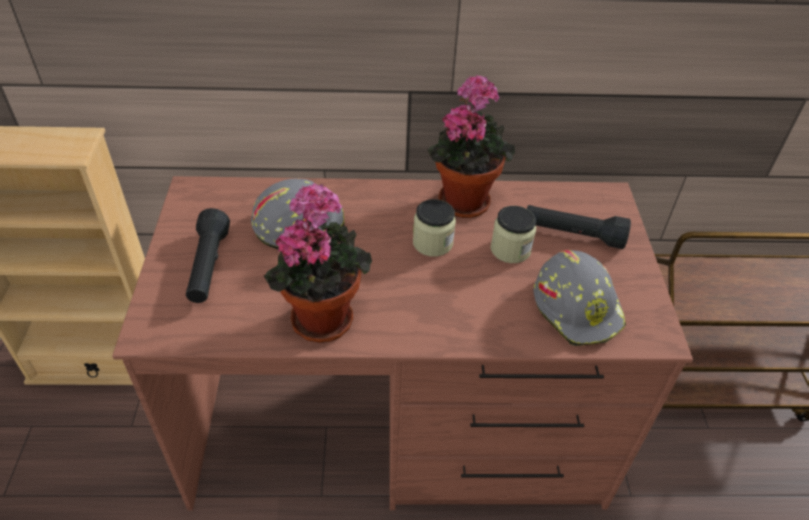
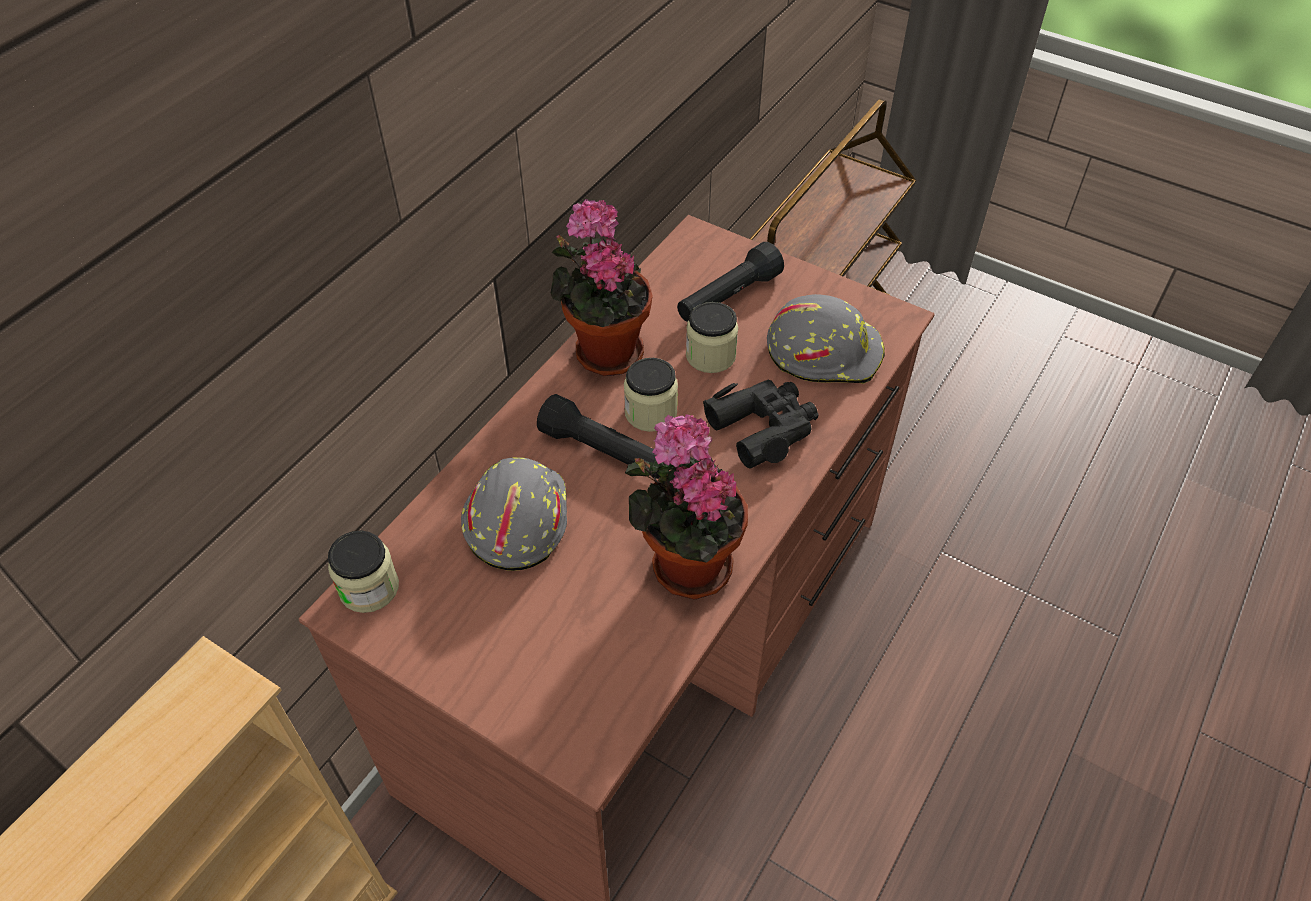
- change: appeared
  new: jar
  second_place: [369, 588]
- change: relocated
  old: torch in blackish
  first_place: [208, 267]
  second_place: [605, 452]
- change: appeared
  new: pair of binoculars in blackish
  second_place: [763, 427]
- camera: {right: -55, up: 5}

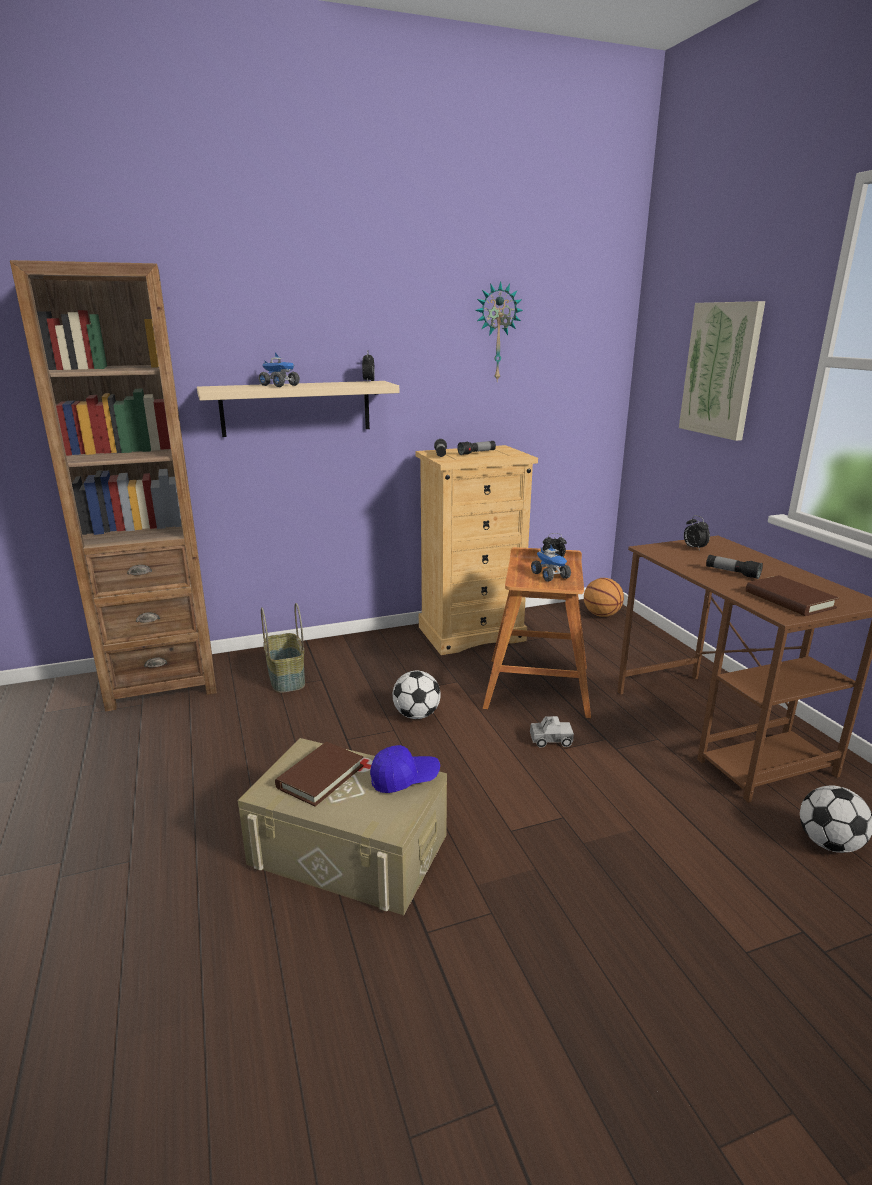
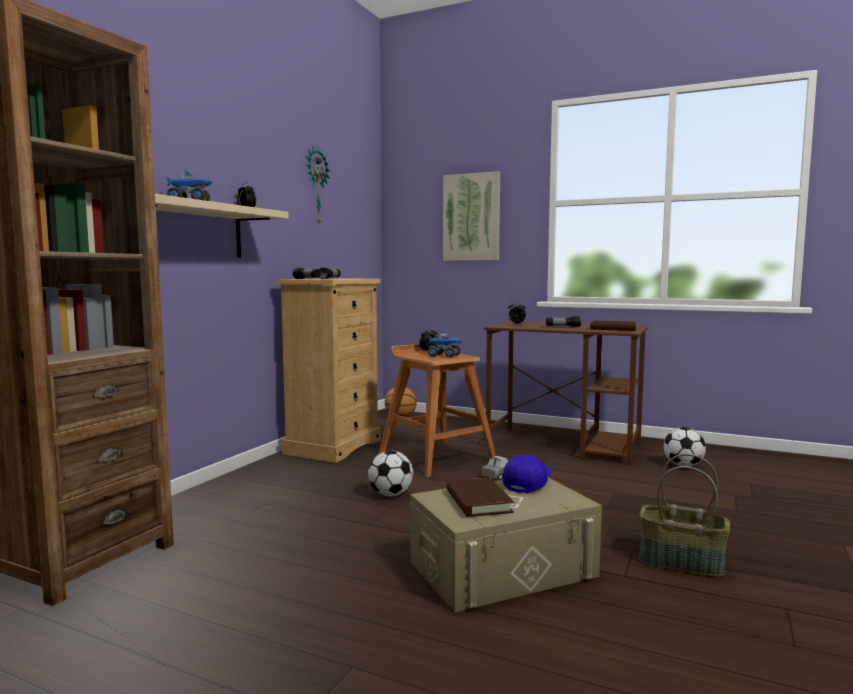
- change: relocated
  old: storage basket
  first_place: [285, 677]
  second_place: [680, 562]
- camera: {right: -45, up: -15}

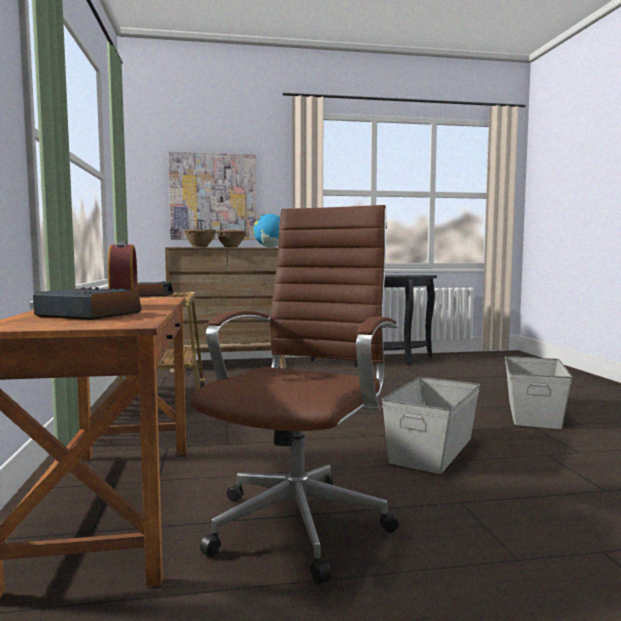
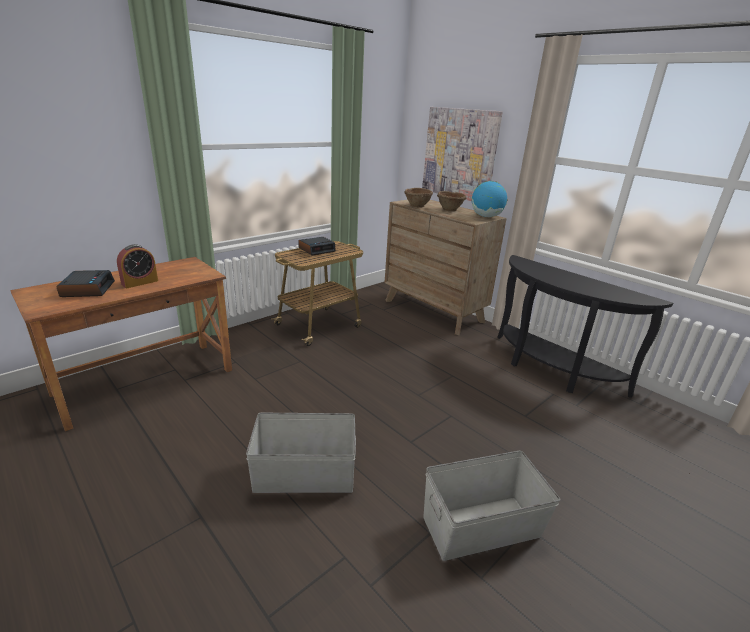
- change: missing
  old: desk chair in brown-coloured
  first_place: [301, 522]
- camera: {right: 55, up: 20}

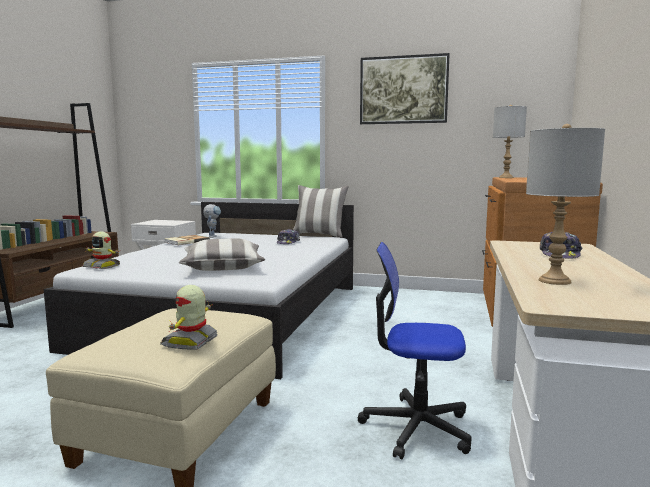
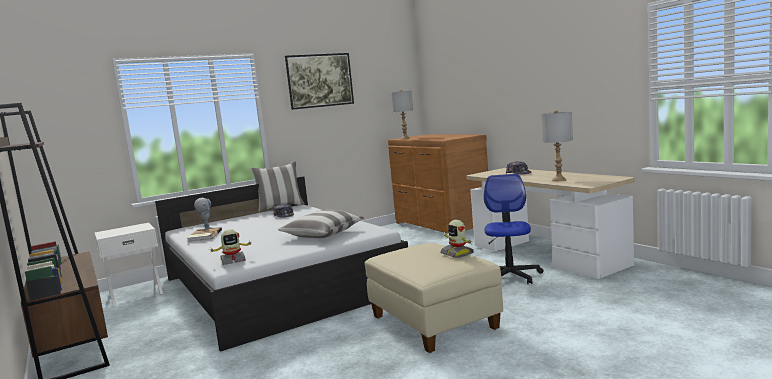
- change: spun
  old: desk chair
  first_place: [416, 427]
  second_place: [510, 276]
  degrees: 135
- camera: {right: -45, up: 0}

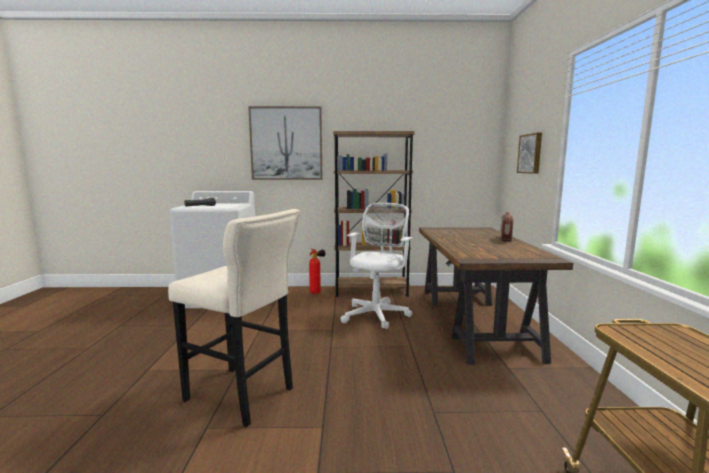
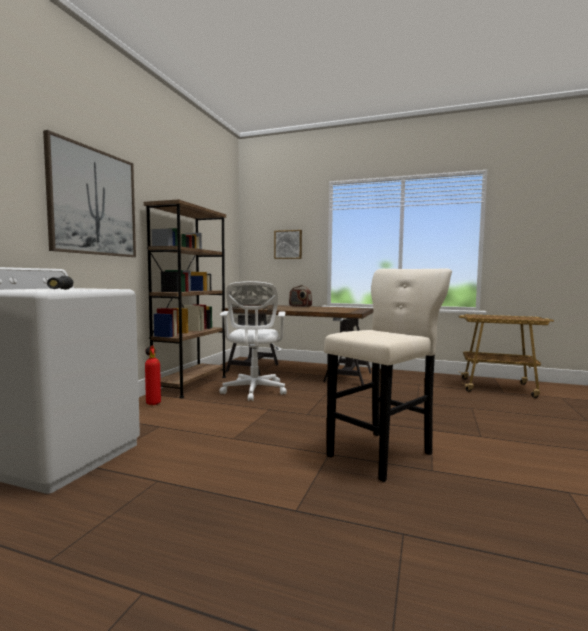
- change: spun
  old: desk chair in white-coloured
  first_place: [377, 314]
  second_place: [254, 391]
  degrees: -135
- camera: {right: -70, up: -5}

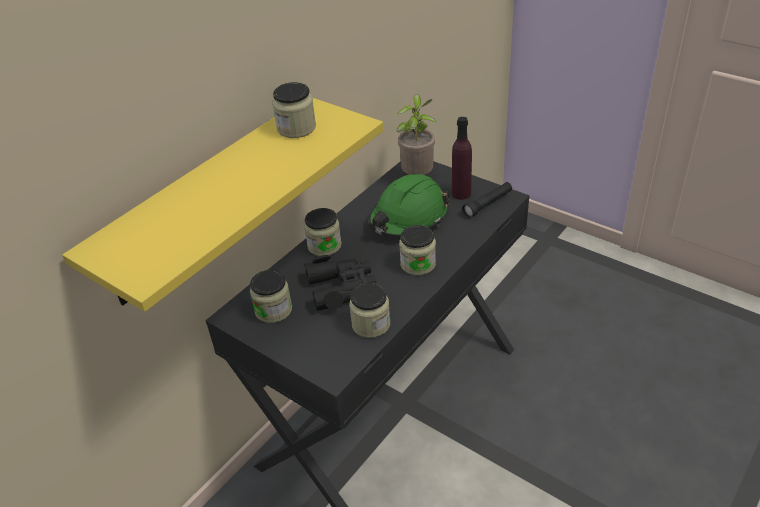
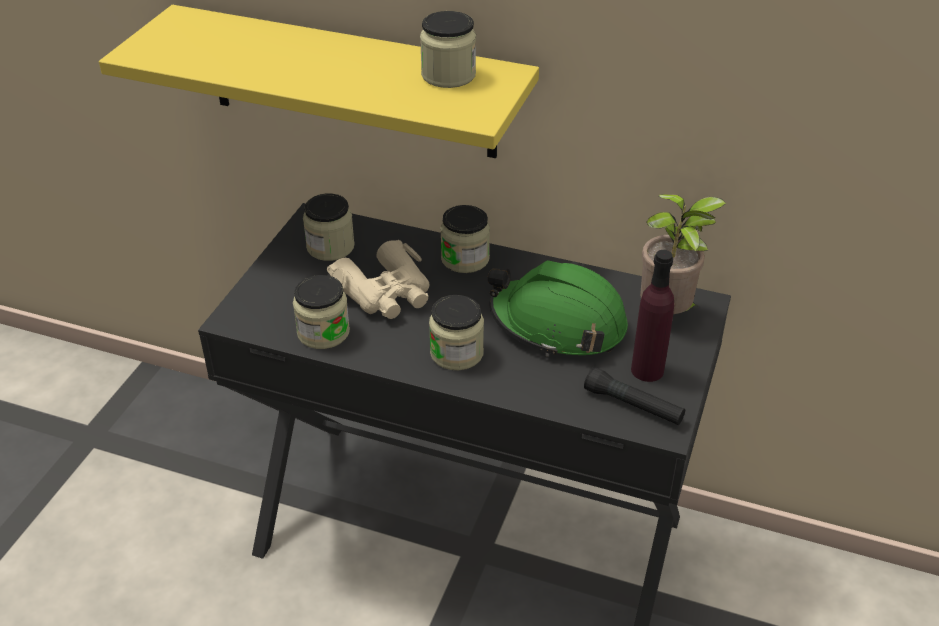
- change: colour
  old: pair of binoculars in blackish
  new: pair of binoculars in sand-coloured
  first_place: [341, 288]
  second_place: [385, 292]
- camera: {right: 70, up: 0}

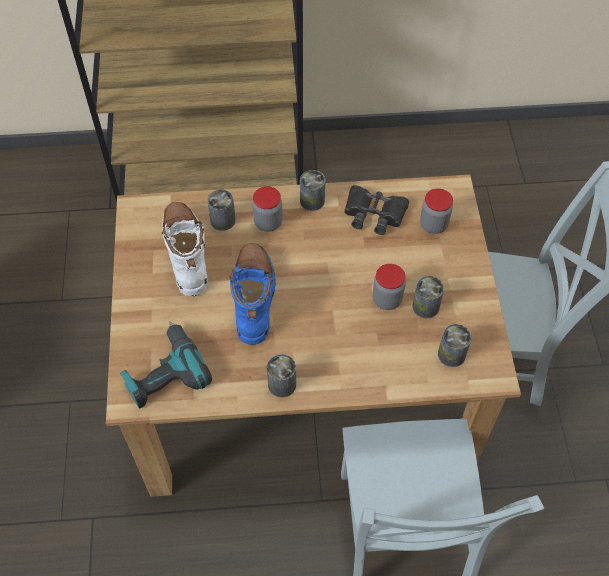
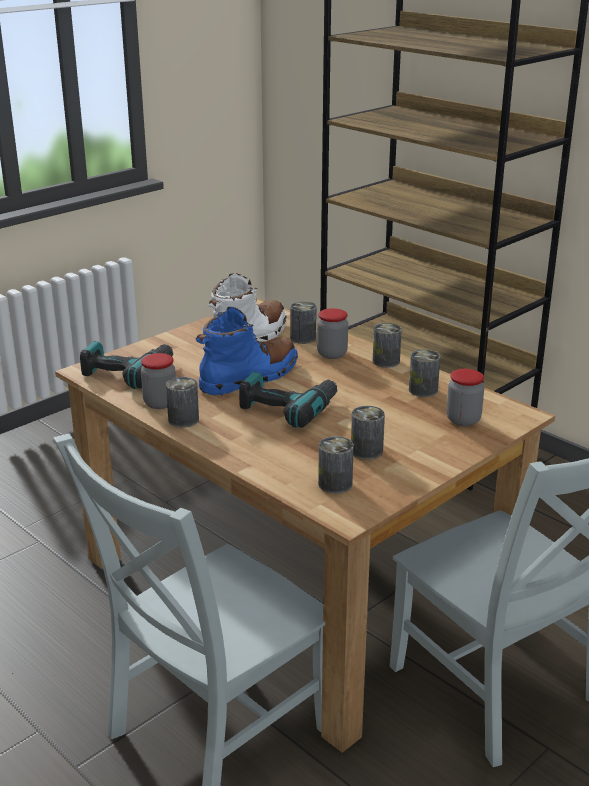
- change: relocated
  old: jar
  first_place: [387, 299]
  second_place: [160, 403]
- change: appeared
  new: electric drill
  second_place: [288, 408]
- change: exchanged
  old: pair of binoculars in blackish
  new: sealed can
  first_place: [374, 213]
  second_place: [423, 390]
- camera: {right: 50, up: -30}

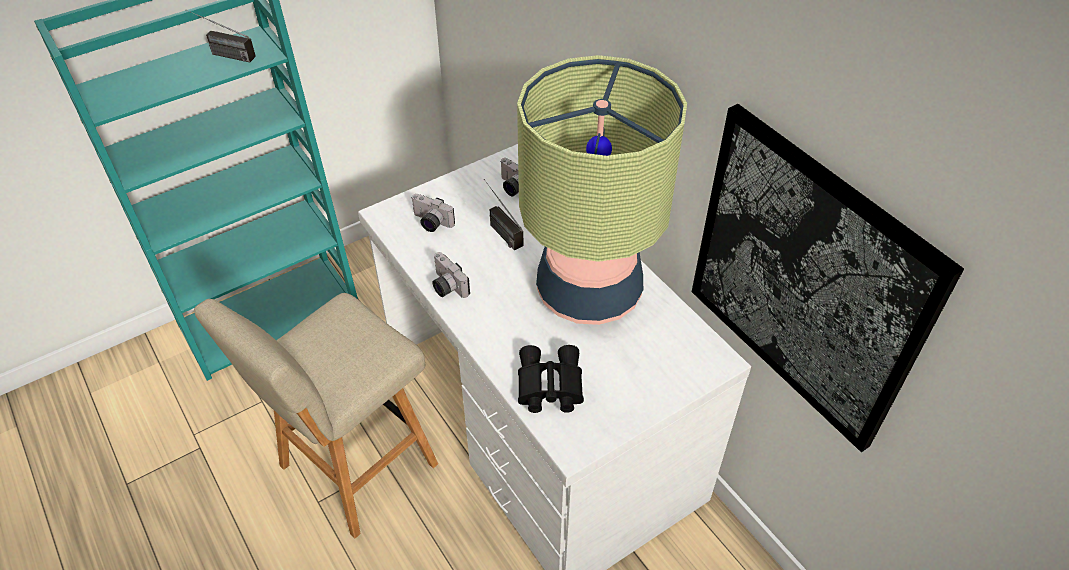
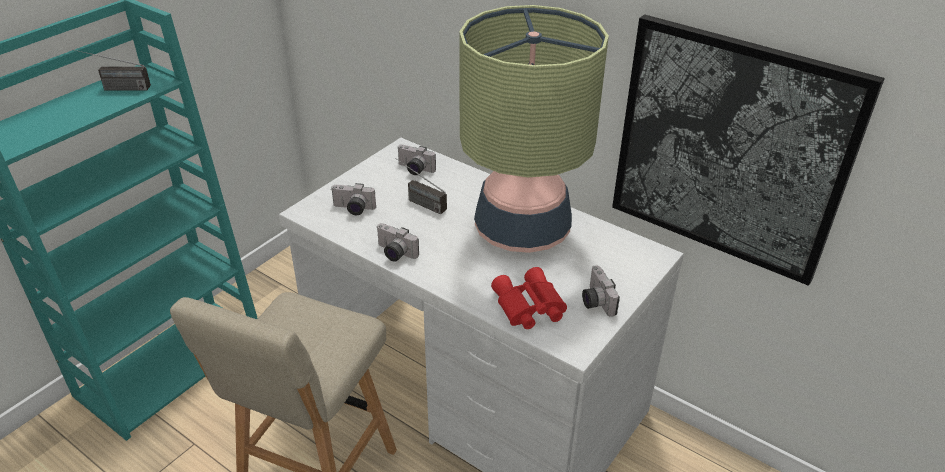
- change: colour
  old: pair of binoculars in blackish
  new: pair of binoculars in red-coloured
  first_place: [548, 386]
  second_place: [528, 307]
- change: appeared
  new: still camera
  second_place: [595, 301]
- camera: {right: -20, up: -10}

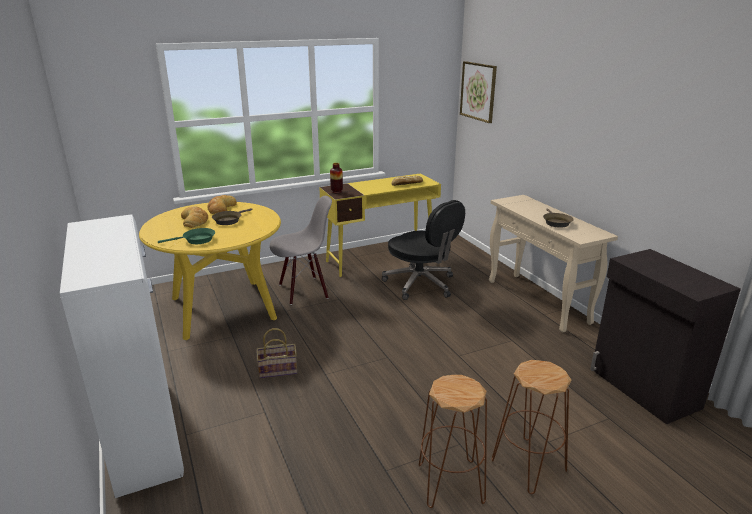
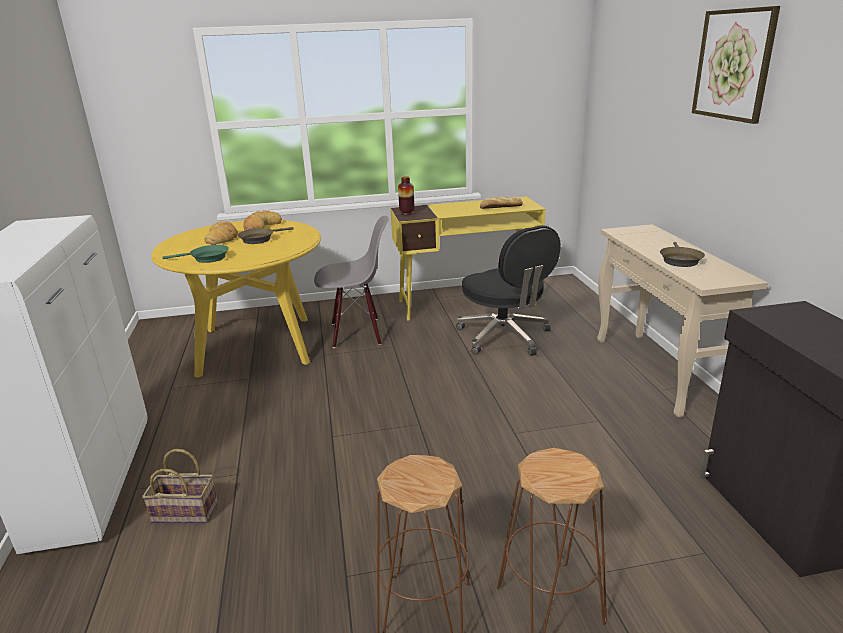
- change: relocated
  old: storage basket
  first_place: [279, 369]
  second_place: [187, 511]
- change: relocated
  old: wall art
  first_place: [478, 91]
  second_place: [733, 65]
- camera: {right: 15, up: 0}

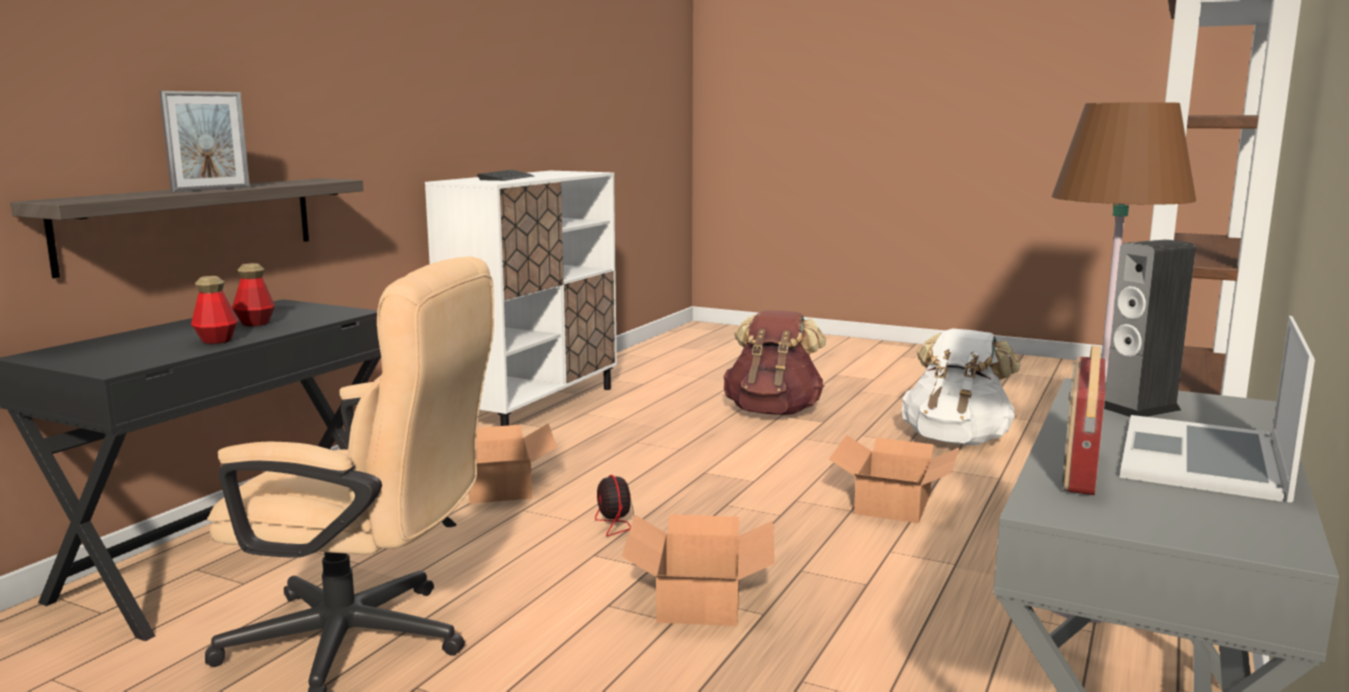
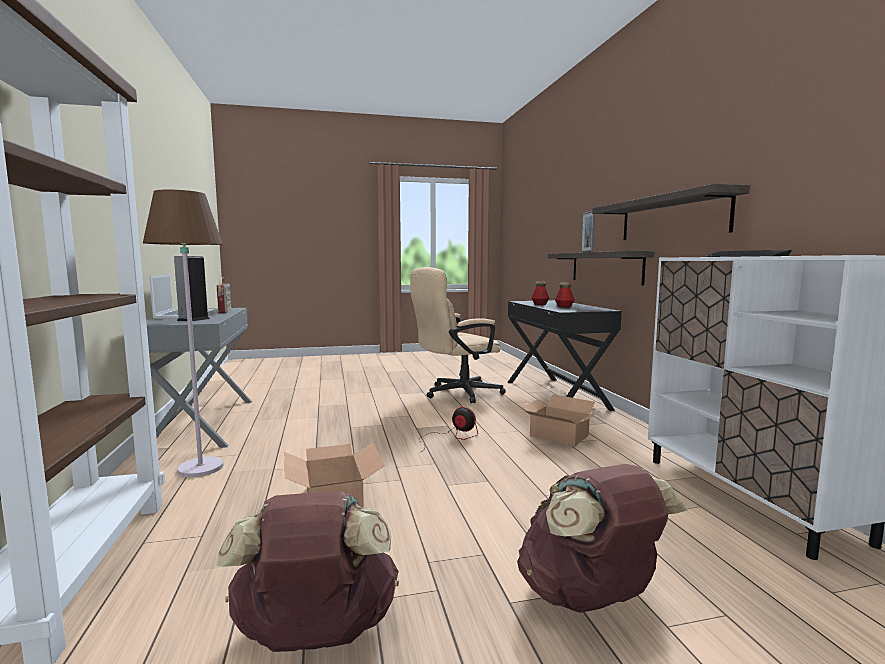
- change: colour
  old: rucksack in white-coloured
  new: rucksack in brown-coloured
  first_place: [956, 440]
  second_place: [315, 636]
- change: appeared
  new: wall shelf
  second_place: [671, 218]
- change: missing
  old: carton
  first_place: [698, 600]
- camera: {right: 140, up: -5}

